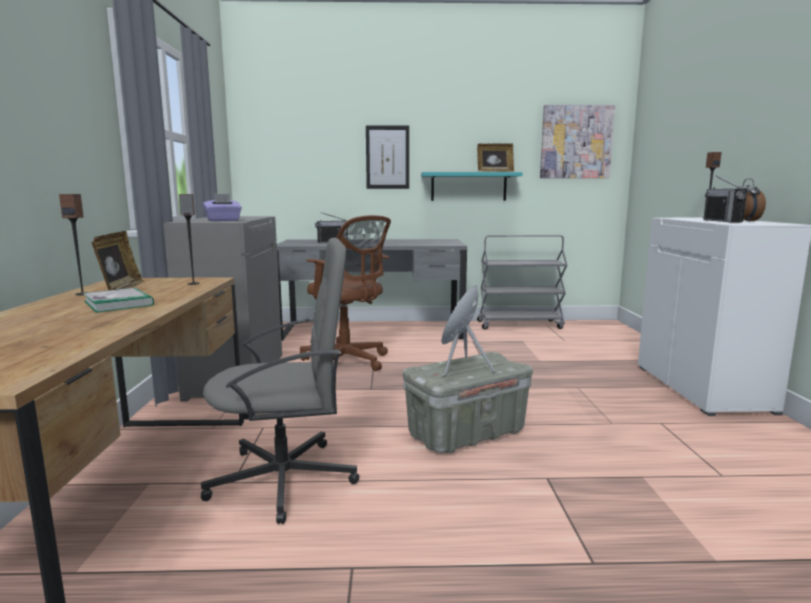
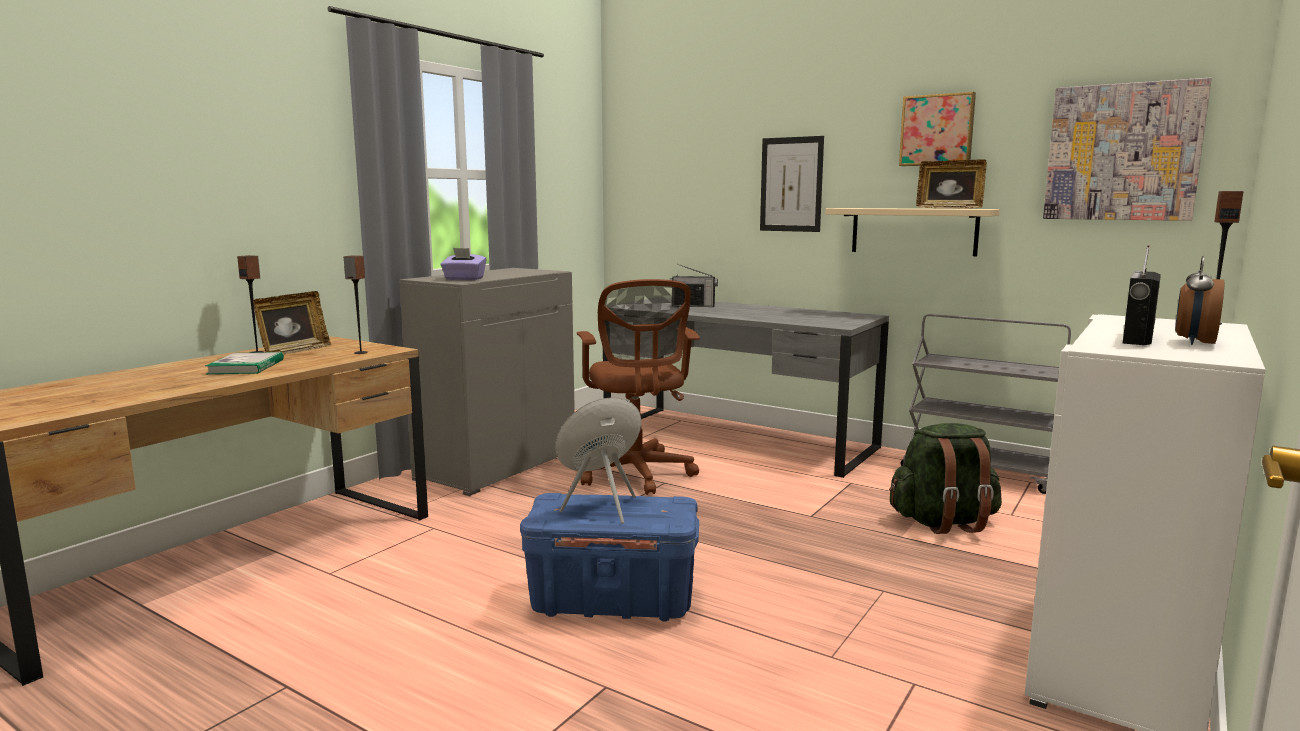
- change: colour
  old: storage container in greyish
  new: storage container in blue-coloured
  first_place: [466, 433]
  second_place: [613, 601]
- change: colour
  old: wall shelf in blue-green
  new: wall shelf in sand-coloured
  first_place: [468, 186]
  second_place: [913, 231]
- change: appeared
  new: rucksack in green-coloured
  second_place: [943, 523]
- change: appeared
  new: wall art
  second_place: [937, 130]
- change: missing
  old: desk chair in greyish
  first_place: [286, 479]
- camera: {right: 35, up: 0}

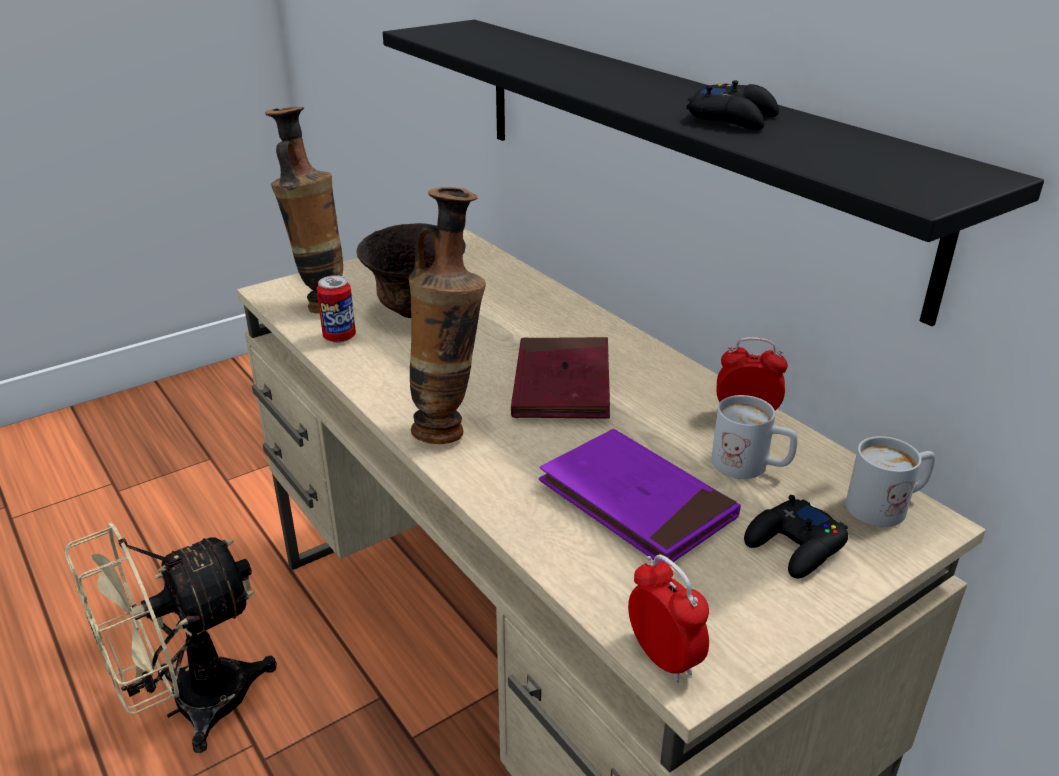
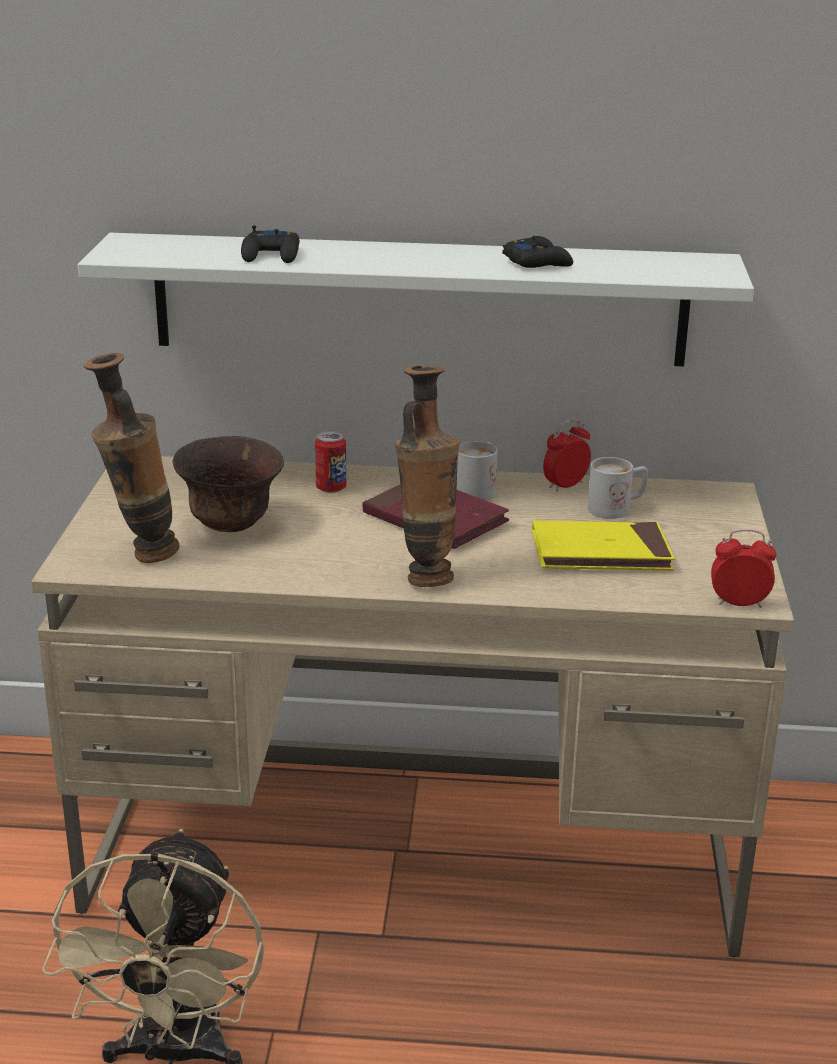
- change: colour
  old: wall shelf in blackish
  new: wall shelf in white-coloured
  first_place: [673, 146]
  second_place: [419, 299]
- change: relocated
  old: gamepad in blackish
  first_place: [795, 546]
  second_place: [272, 255]
- change: relocated
  old: sealed can
  first_place: [339, 337]
  second_place: [331, 488]
- change: relocated
  old: coffee mug in white-coloured
  first_place: [887, 506]
  second_place: [479, 489]
- change: colour
  old: volume in purple
  new: volume in yellow
  first_place: [636, 501]
  second_place: [600, 553]
- camera: {right: -50, up: -5}

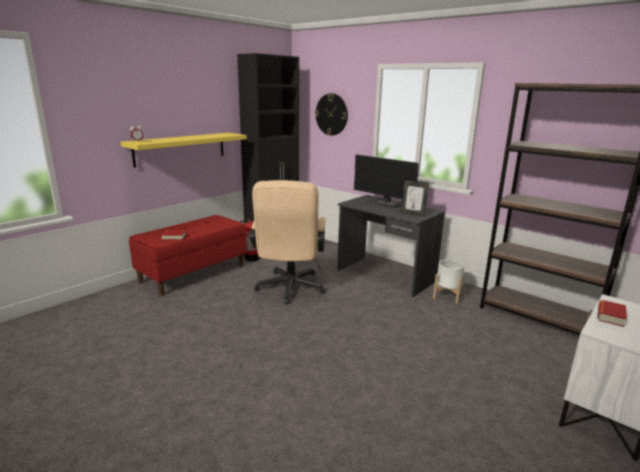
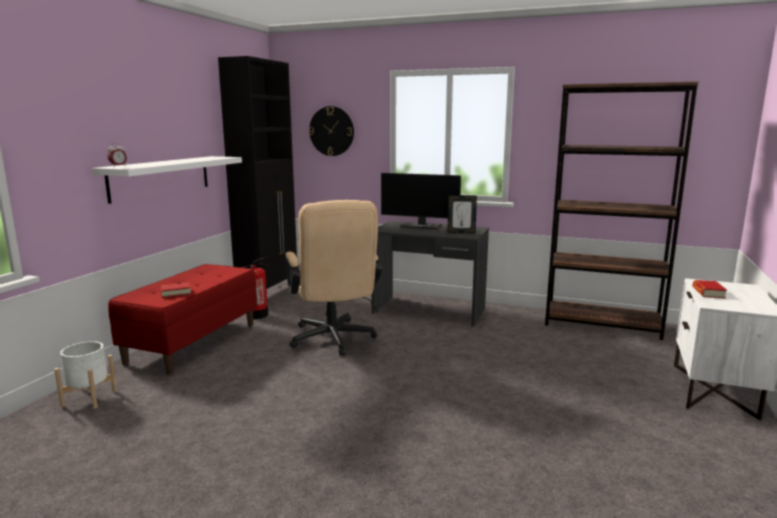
- change: relocated
  old: flower pot in white-coloured
  first_place: [447, 296]
  second_place: [89, 398]
- change: colour
  old: wall shelf in yellow
  new: wall shelf in white-coloured
  first_place: [180, 149]
  second_place: [161, 177]
- camera: {right: -20, up: -5}

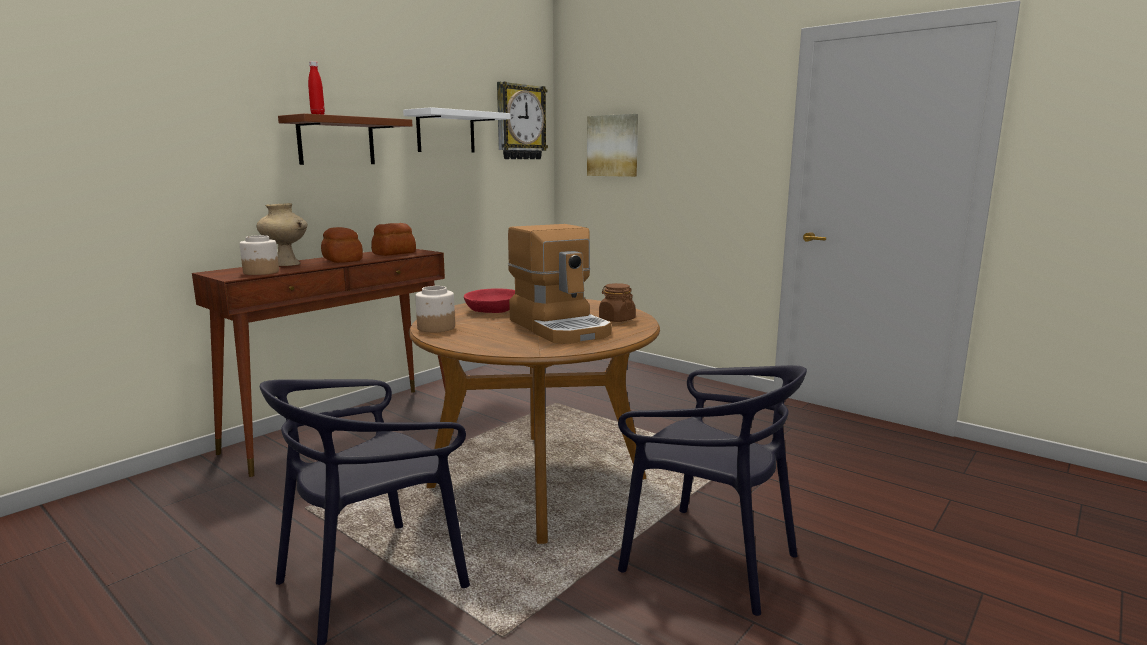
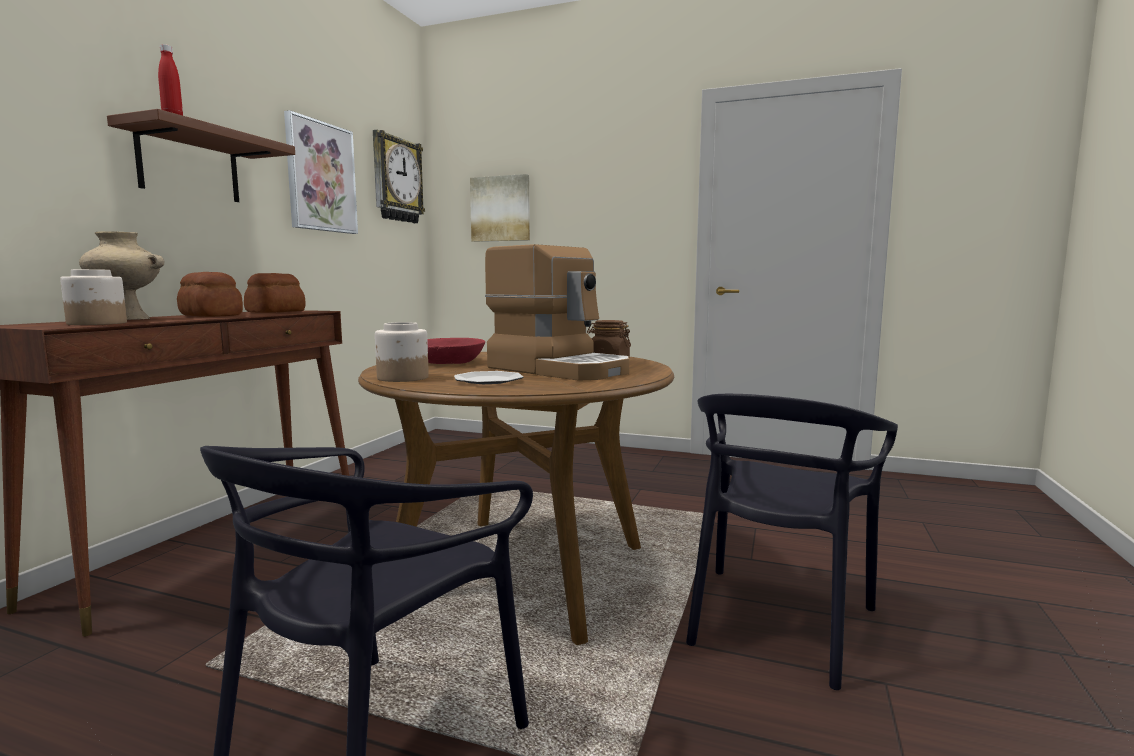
- change: exchanged
  old: wall shelf in white-coloured
  new: wall art
  first_place: [446, 132]
  second_place: [321, 177]
- change: appeared
  new: flat dish
  second_place: [489, 380]
- change: spun
  old: chair in blackish
  first_place: [708, 559]
  second_place: [777, 622]
  degrees: 105
- camera: {right: -20, up: -5}

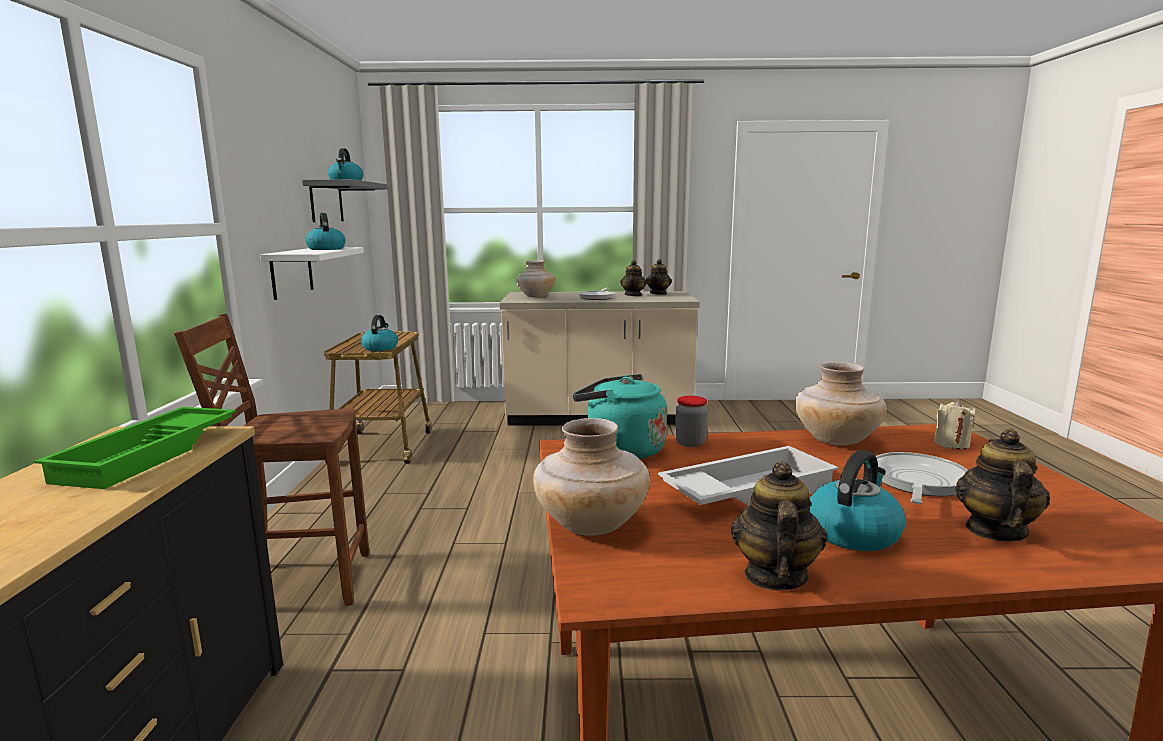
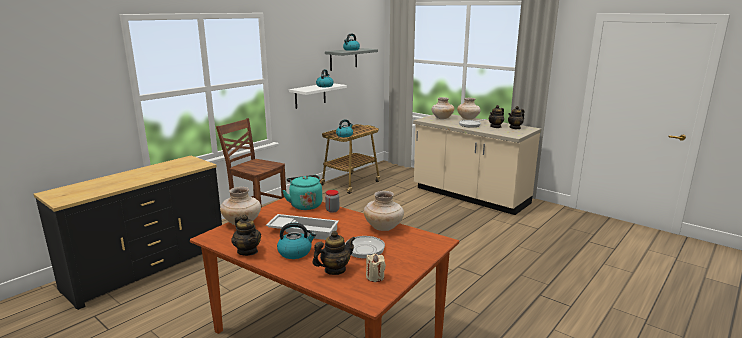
- change: spun
  old: tea pot
  first_place: [774, 576]
  second_place: [247, 251]
  degrees: 90
- change: relocated
  old: candle in sand-coloured
  first_place: [951, 444]
  second_place: [375, 277]
- change: appeared
  new: flower vase in sand-coloured
  second_place: [468, 118]
- change: missing
  old: tray in green-coloured
  first_place: [150, 455]
- camera: {right: 40, up: 5}

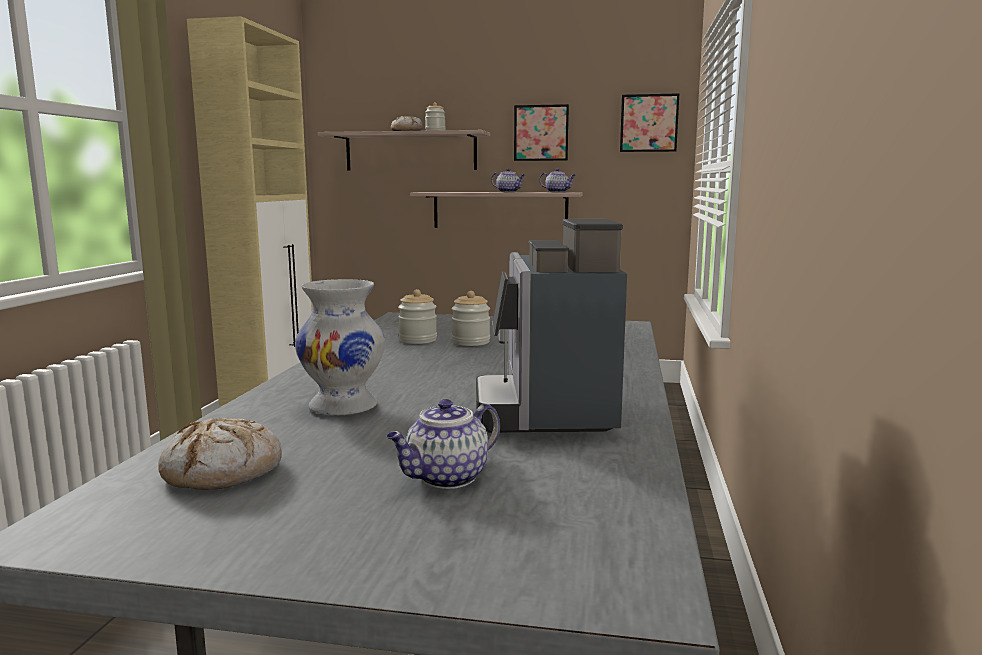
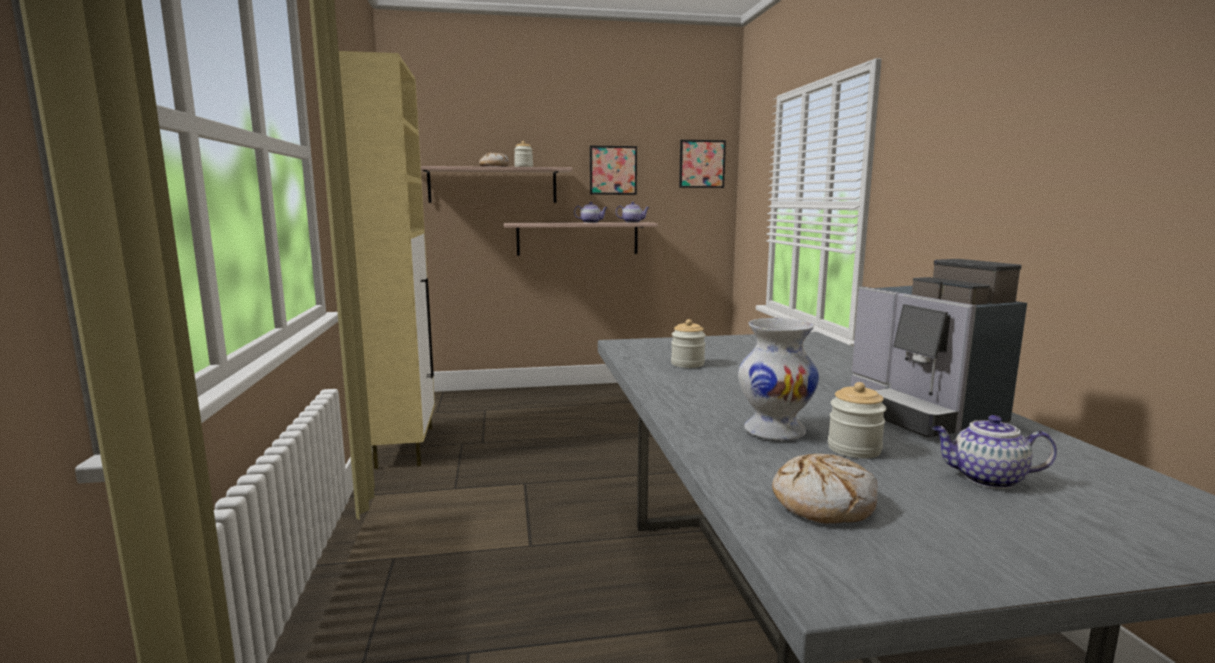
- change: relocated
  old: jar
  first_place: [471, 342]
  second_place: [854, 449]
- change: spun
  old: tea pot
  first_place: [446, 478]
  second_place: [986, 479]
  degrees: 75
- camera: {right: -20, up: 0}

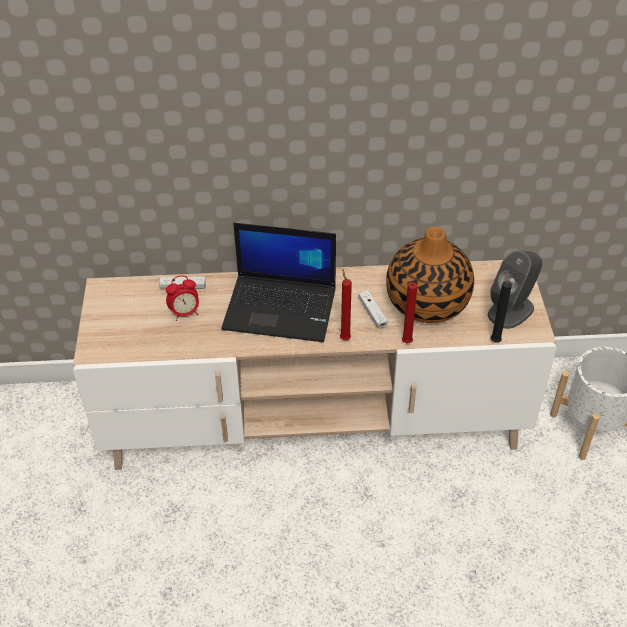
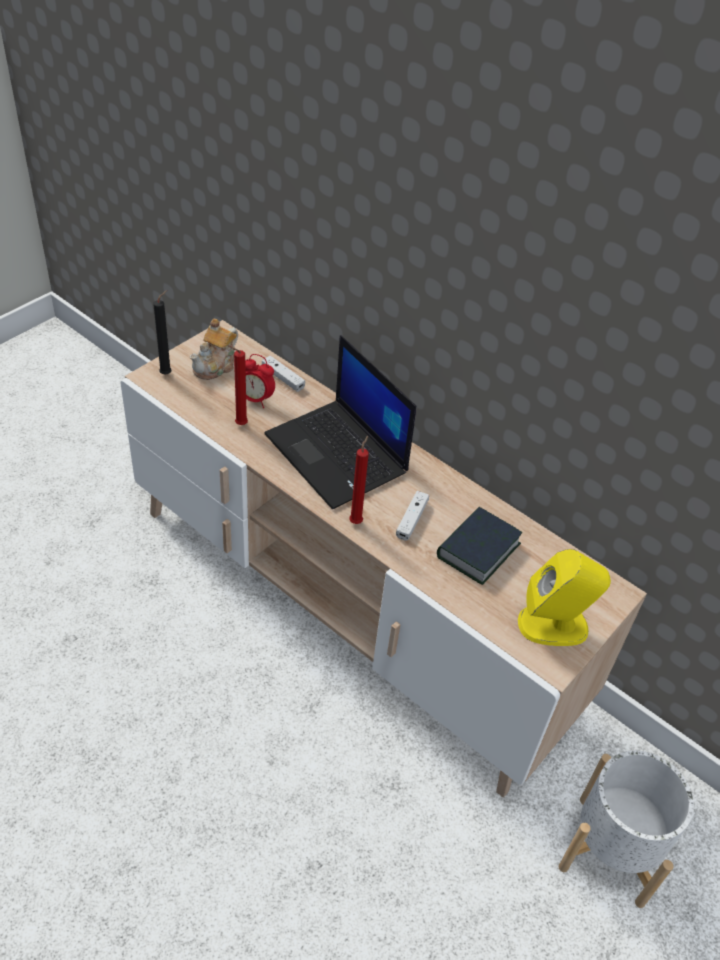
- change: relocated
  old: candle in blackish
  first_place: [495, 340]
  second_place: [167, 373]
- change: appeared
  new: tea pot
  second_place: [216, 366]
- change: relocated
  old: candle in red-coloured
  first_place: [405, 343]
  second_place: [239, 424]
- change: exchanged
  old: flower vase
  new: volume
  first_place: [427, 302]
  second_place: [477, 550]
- change: colour
  old: loudspeaker in greyish
  new: loudspeaker in yellow
  first_place: [511, 310]
  second_place: [554, 625]
- camera: {right: 40, up: 0}

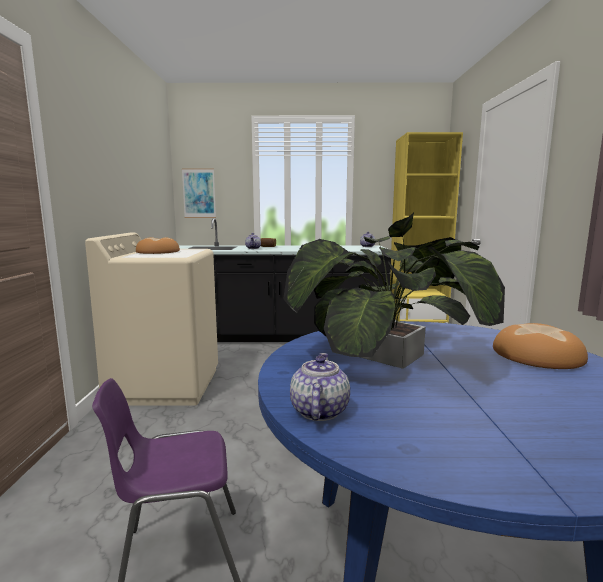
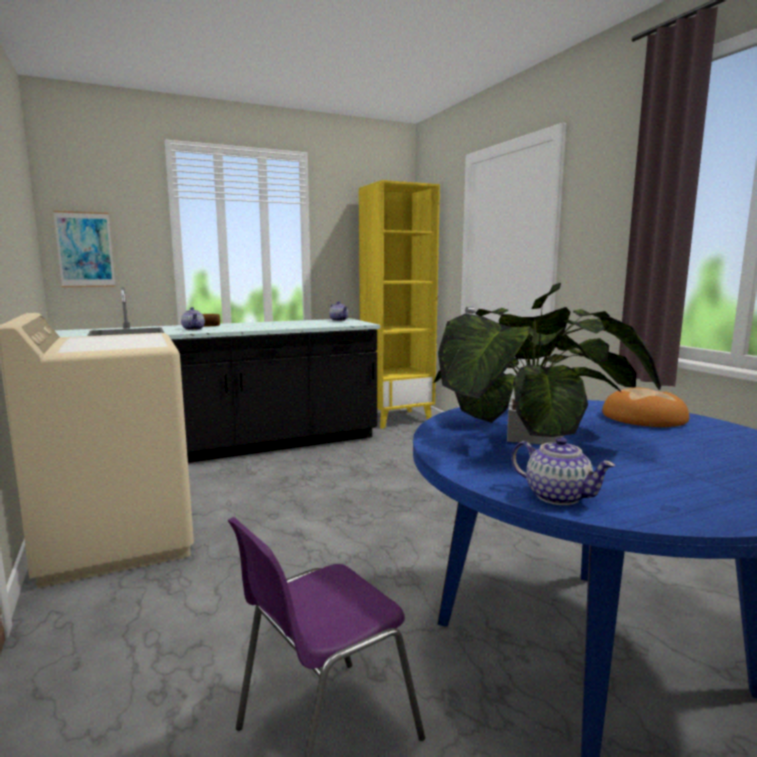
- change: spun
  old: tea pot
  first_place: [318, 411]
  second_place: [557, 496]
  degrees: 150
- change: missing
  old: baked bread
  first_place: [158, 252]
- camera: {right: -25, up: 0}

